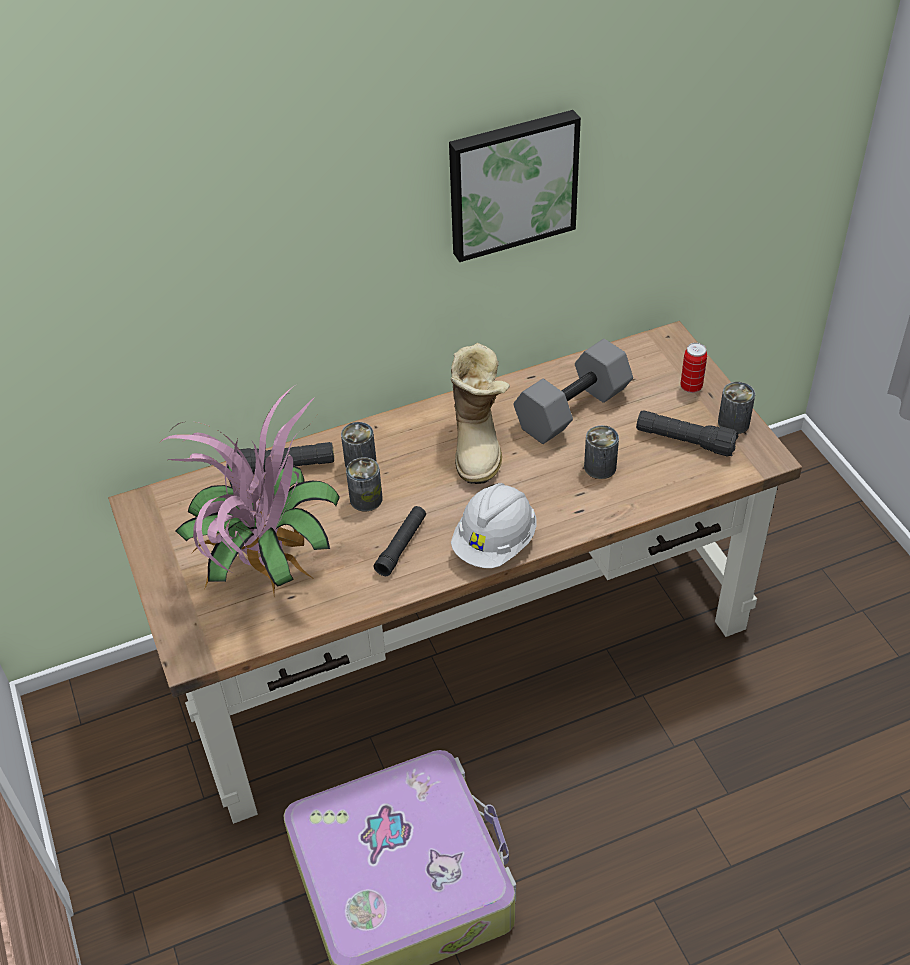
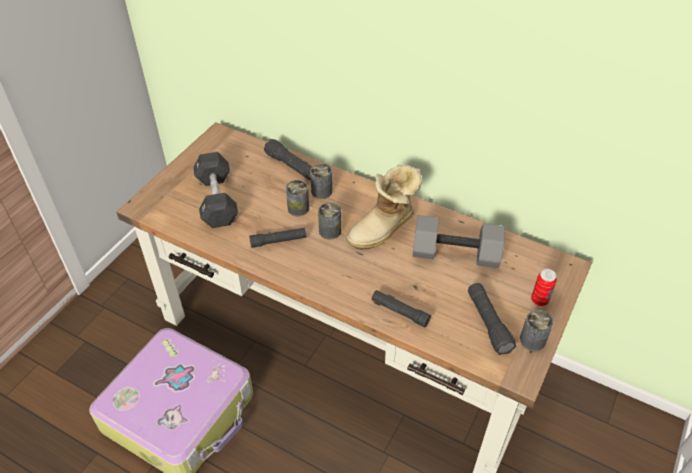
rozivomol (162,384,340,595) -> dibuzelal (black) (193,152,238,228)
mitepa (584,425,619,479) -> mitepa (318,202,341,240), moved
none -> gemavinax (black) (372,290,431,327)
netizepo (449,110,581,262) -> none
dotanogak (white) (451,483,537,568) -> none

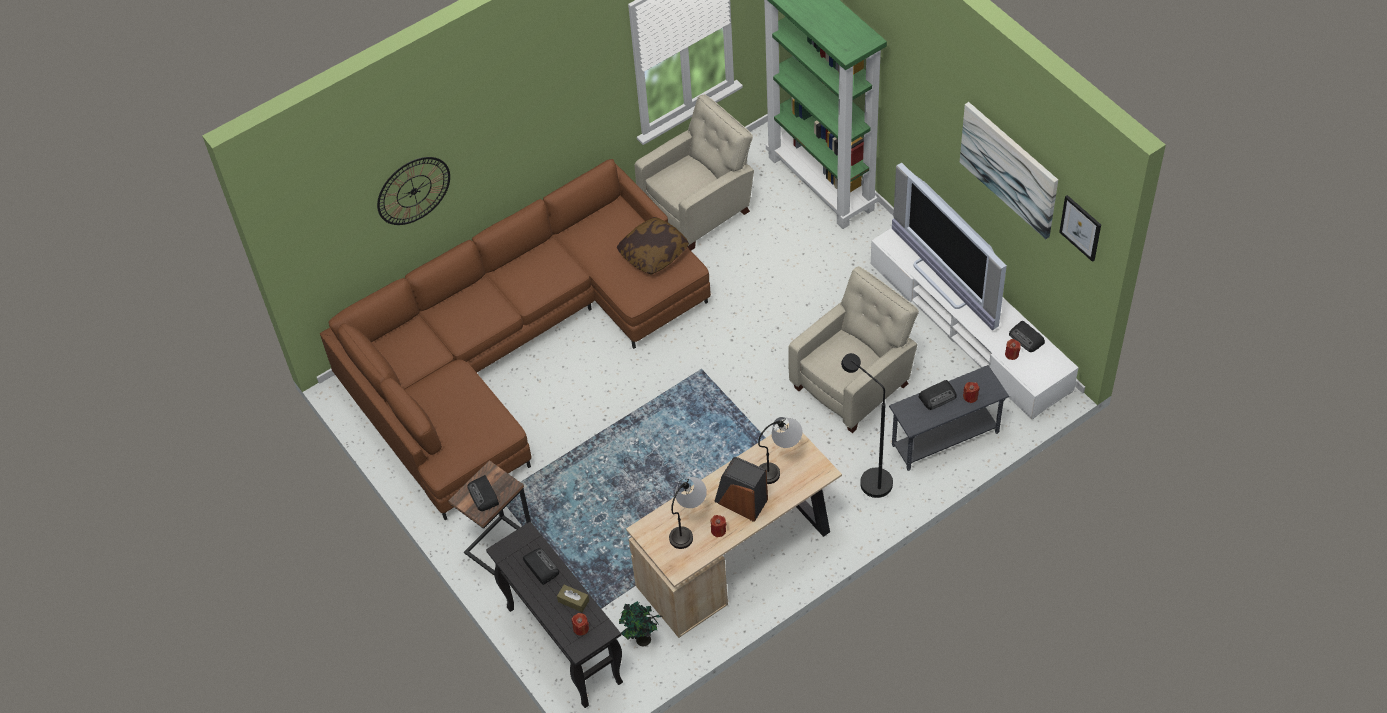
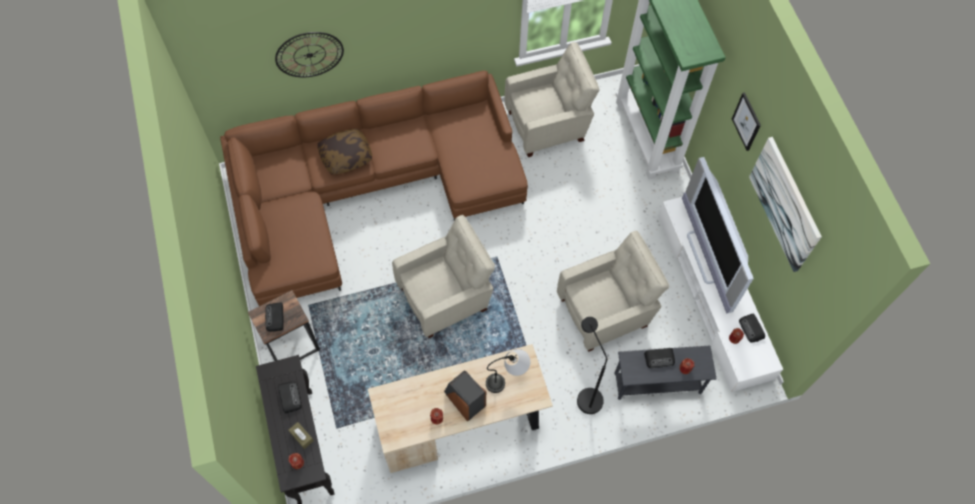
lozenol (617,217,689,275) -> lozenol (318,129,372,174), moved
none -> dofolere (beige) (392,215,495,338)
netizepo (1059,195,1101,262) -> netizepo (732,92,761,151), moved
rozivomol (619,601,662,646) -> none
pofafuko (669,477,707,549) -> none

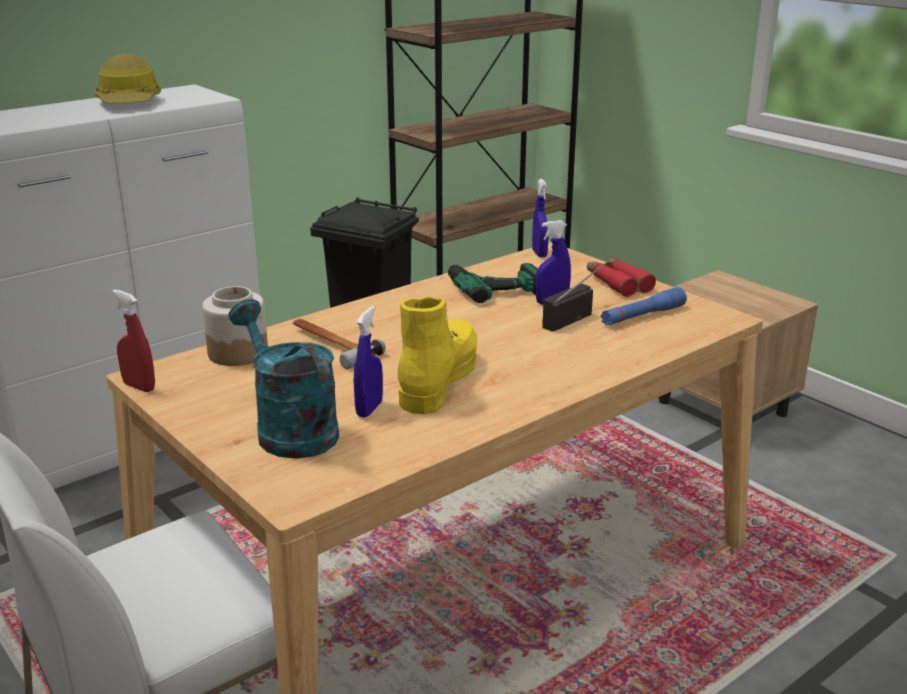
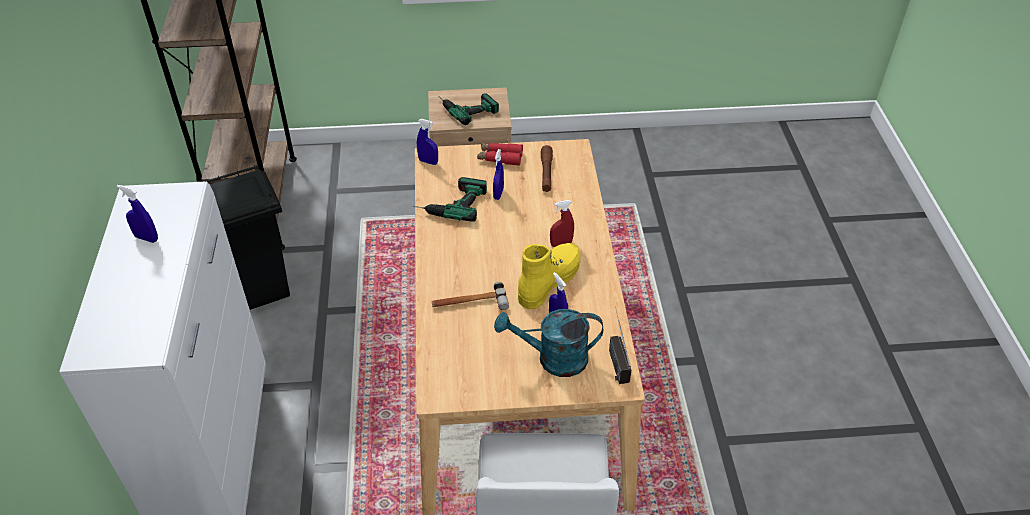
dotanogak (95,53,161,104) -> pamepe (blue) (117,185,158,243)
none -> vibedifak (438,93,499,125)
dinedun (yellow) (398,297,477,414) -> dinedun (yellow) (518,243,581,309), 75 degrees clockwise
gemavinax (blue) (601,287,687,325) -> gemavinax (brown) (541,145,553,192)
pamepe (red) (112,289,155,392) -> pamepe (red) (550,200,574,247), moved
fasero (542,257,614,332) -> fasero (609,307,631,384), moved
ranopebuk (202,286,268,366) -> none

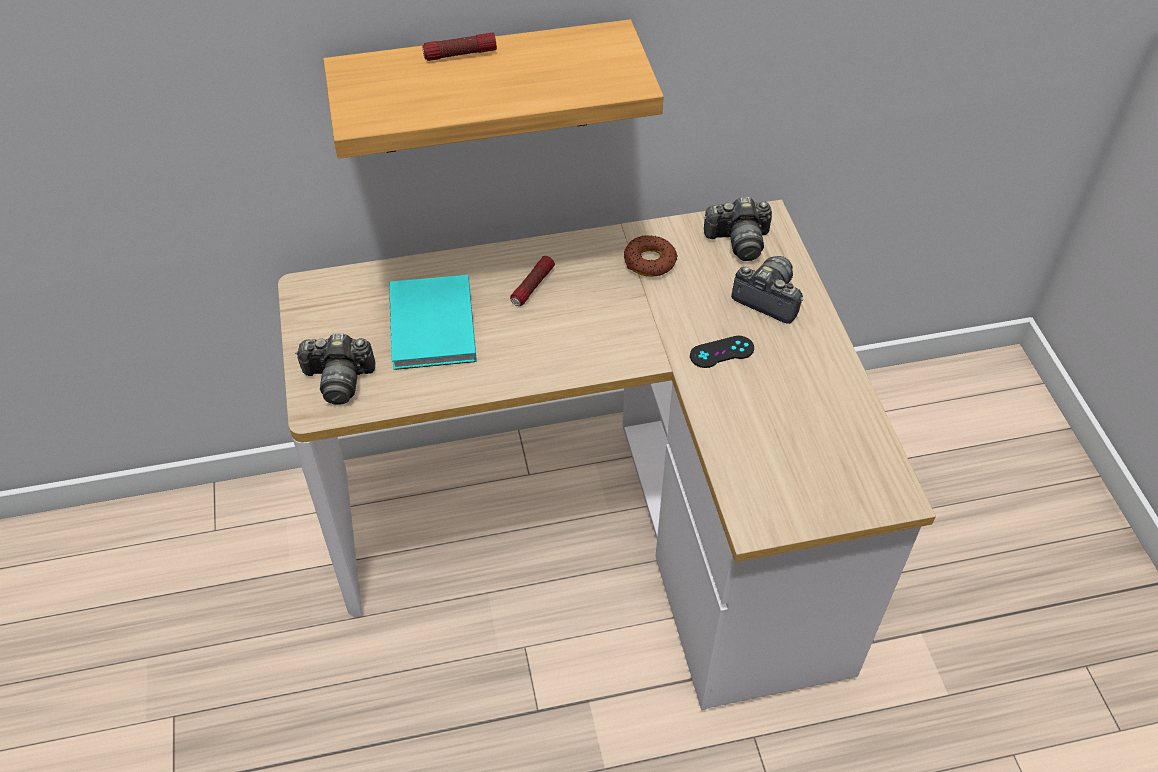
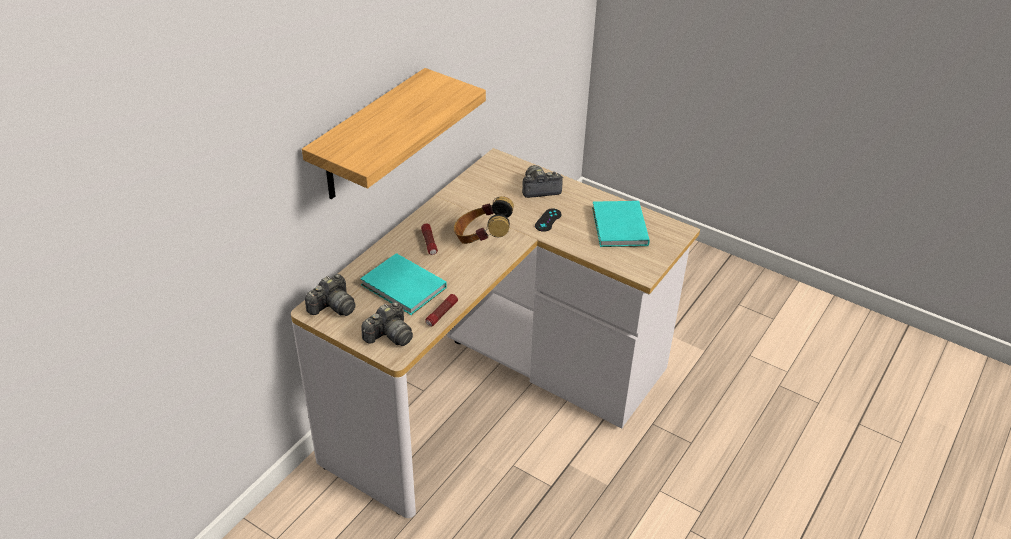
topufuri (704,197,772,261) -> topufuri (305,274,356,316), moved
gemavinax (422,32,497,61) -> gemavinax (425,294,458,326), moved
none -> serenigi (454,196,514,244)
none -> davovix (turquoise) (592,201,650,247)
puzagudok (624,235,677,277) -> none

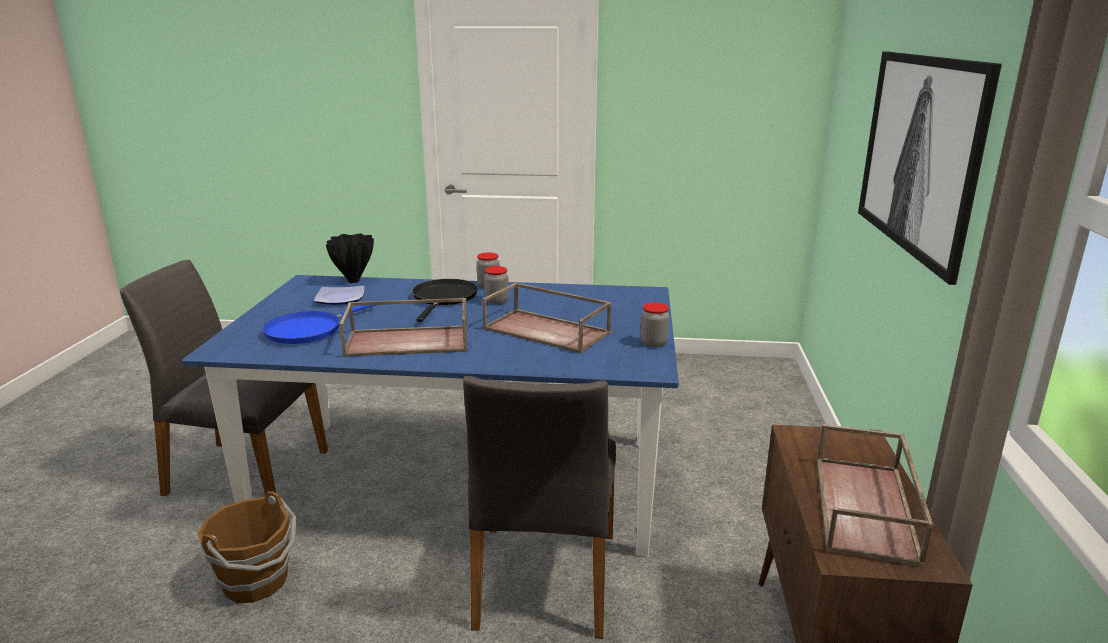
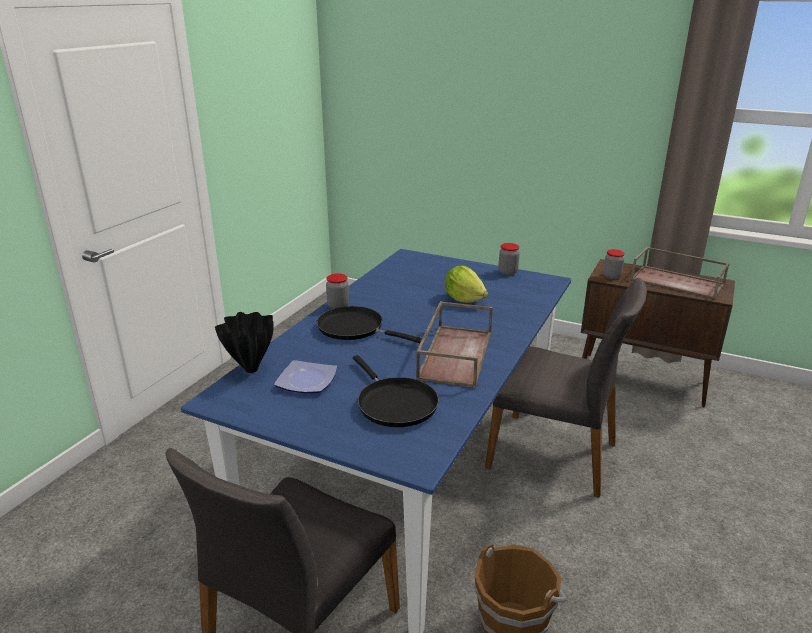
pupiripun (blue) (263,305,376,344) -> pupiripun (black) (353,355,439,427)
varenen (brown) (482,283,612,353) -> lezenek (445,265,488,303)
ranopebuk (484,266,509,305) -> ranopebuk (603,249,625,279), moved
netizepo (858,51,1002,285) -> none

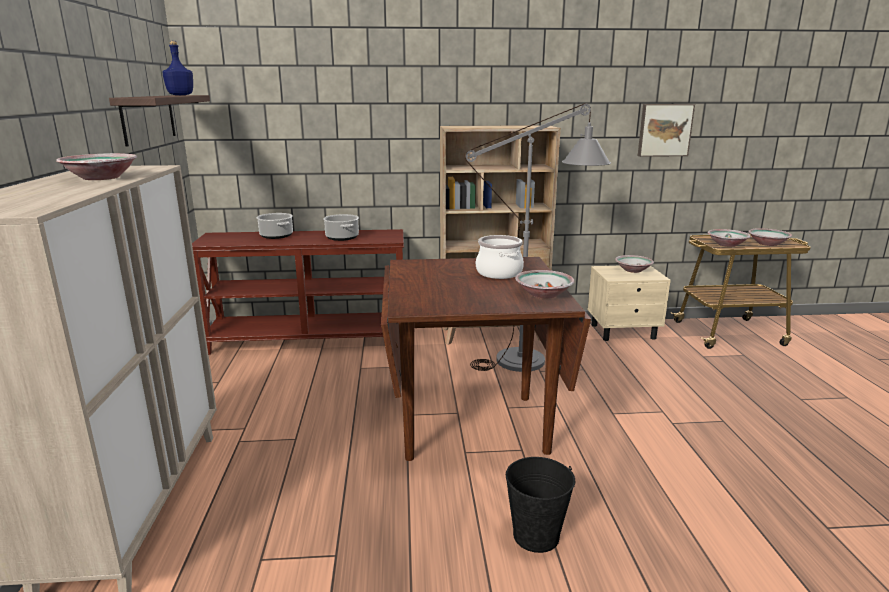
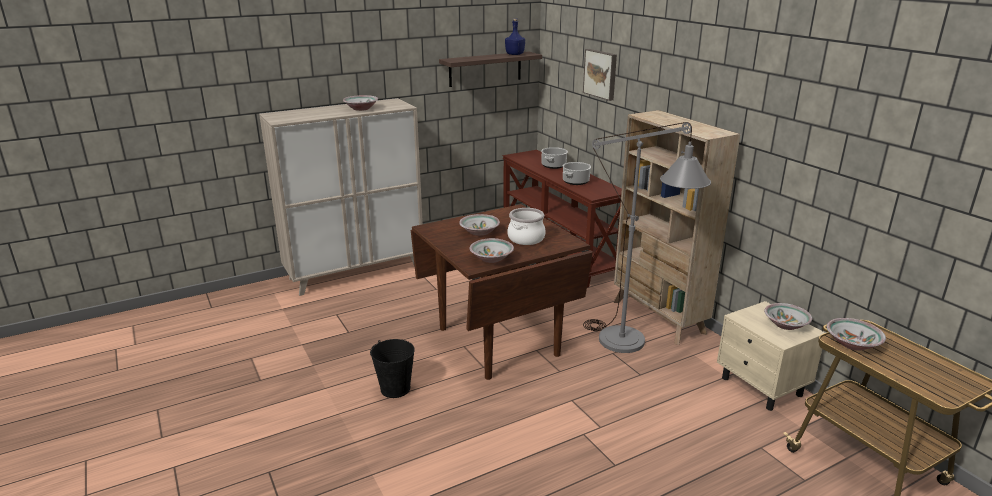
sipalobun (748,228,792,246) -> sipalobun (459,214,500,236), moved
netizepo (638,104,695,157) -> netizepo (583,49,617,101), moved

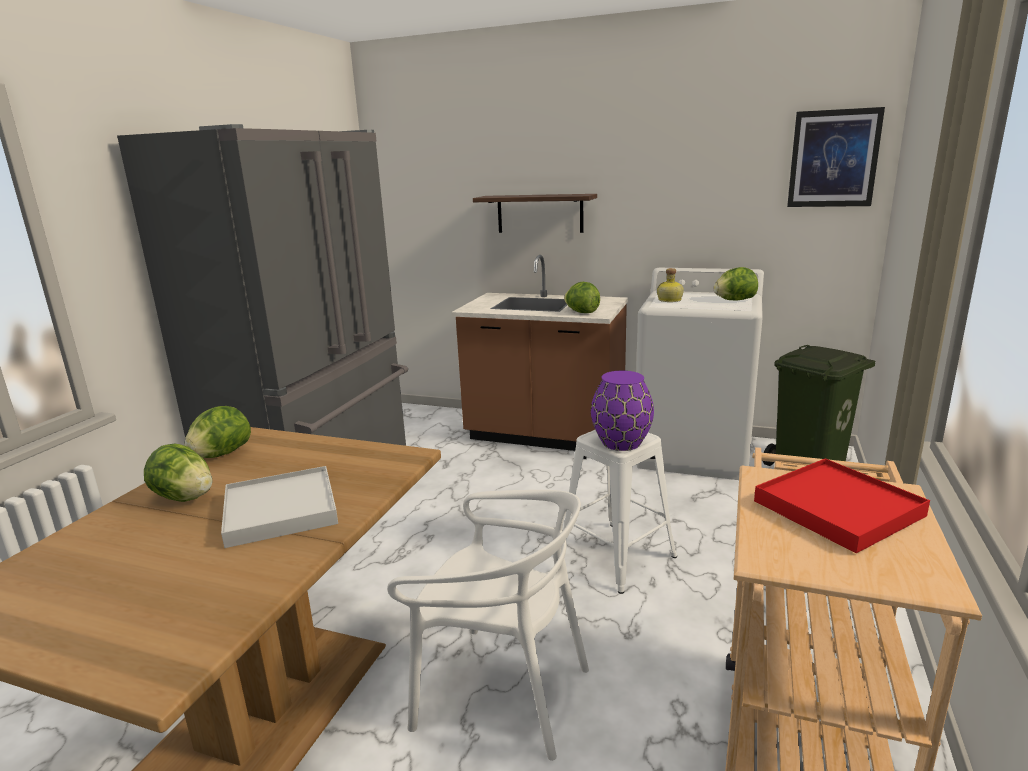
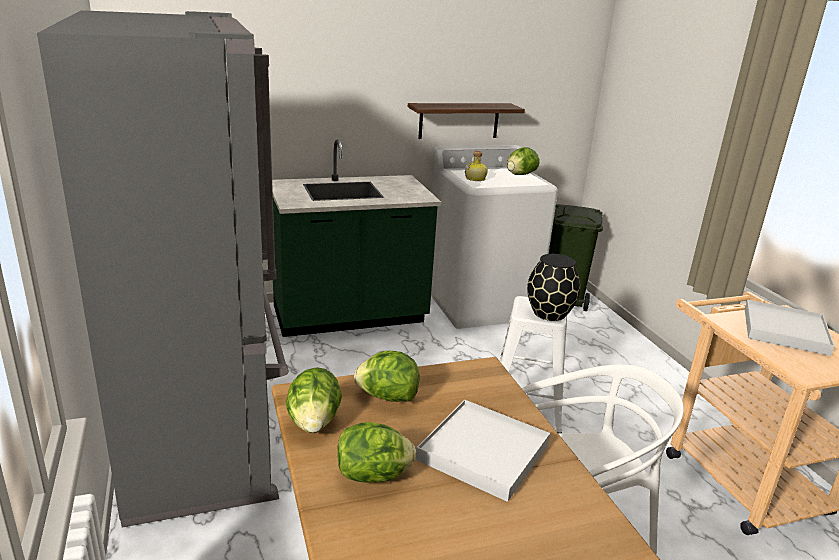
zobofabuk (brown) (451,255,628,451) -> zobofabuk (green) (272,139,441,337)
lezenek (564,282,600,313) -> lezenek (354,351,420,402), moved
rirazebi (473,194,597,233) -> rirazebi (408,103,525,139), moved
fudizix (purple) (591,371,654,451) -> fudizix (black) (527,254,580,321)
varenen (red) (754,458,930,553) -> varenen (white) (745,299,835,356)
netizepo (787,107,885,207) -> none

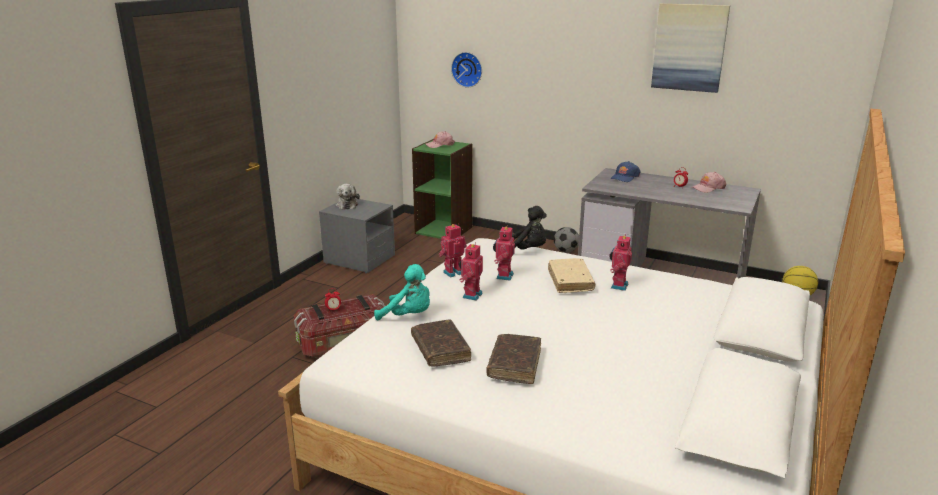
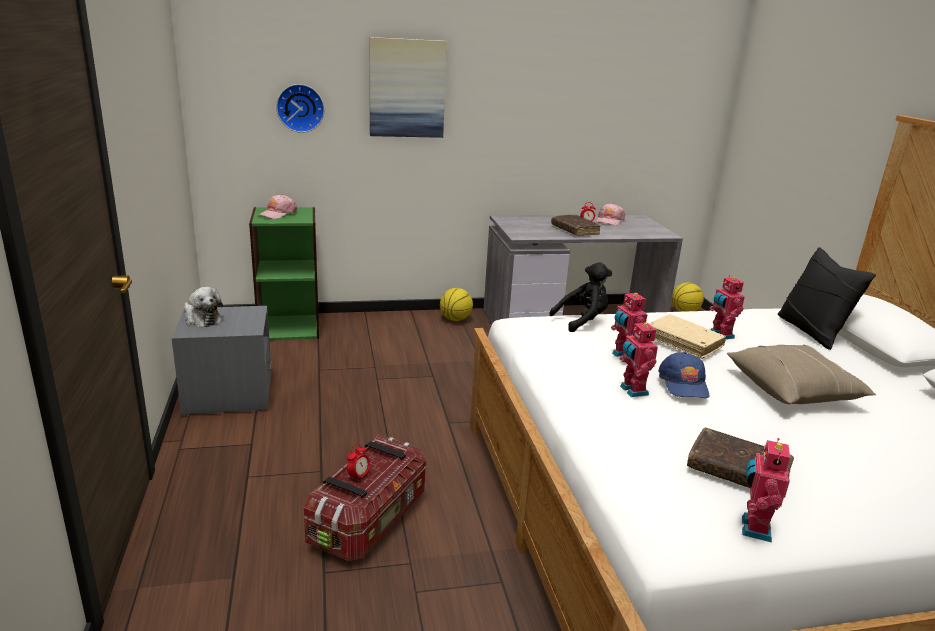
netizepo (651,3,730,93) -> netizepo (370,37,447,138), moved
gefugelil (554,227,579,253) -> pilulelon (440,288,473,321)
davovix (brown) (487,334,541,384) -> davovix (brown) (551,214,600,236), moved
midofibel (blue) (611,161,640,182) -> midofibel (blue) (658,352,710,398), moved
none -> lozenol (beige) (727,345,876,404)
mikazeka (439,224,467,278) -> mikazeka (742,438,790,543), moved
none -> lozenol (black) (778,247,876,350)
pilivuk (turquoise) (374,264,430,320) -> none

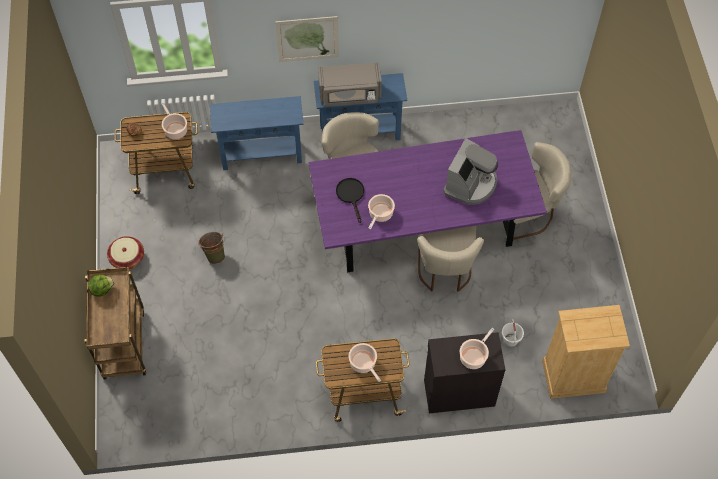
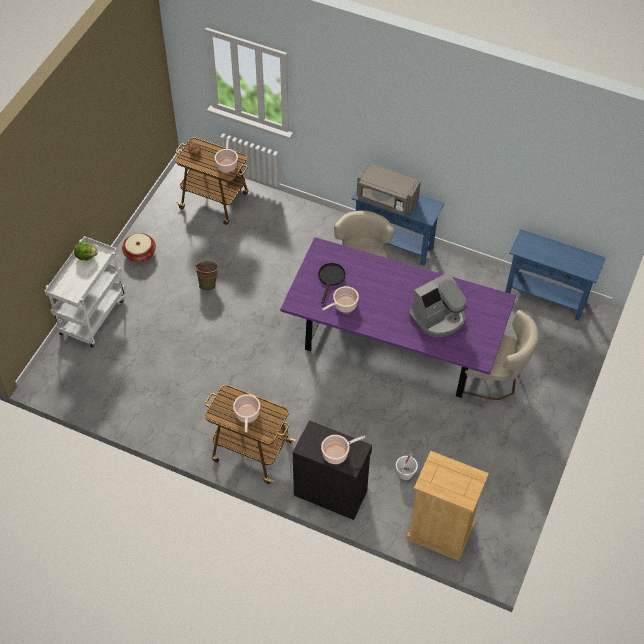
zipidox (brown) (85,267,146,380) -> zipidox (white) (44,236,125,348)
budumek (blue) (210,96,304,170) -> budumek (blue) (505,229,606,321), moved
netizepo (275,16,339,62) -> none
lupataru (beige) (417,225,484,292) -> none

